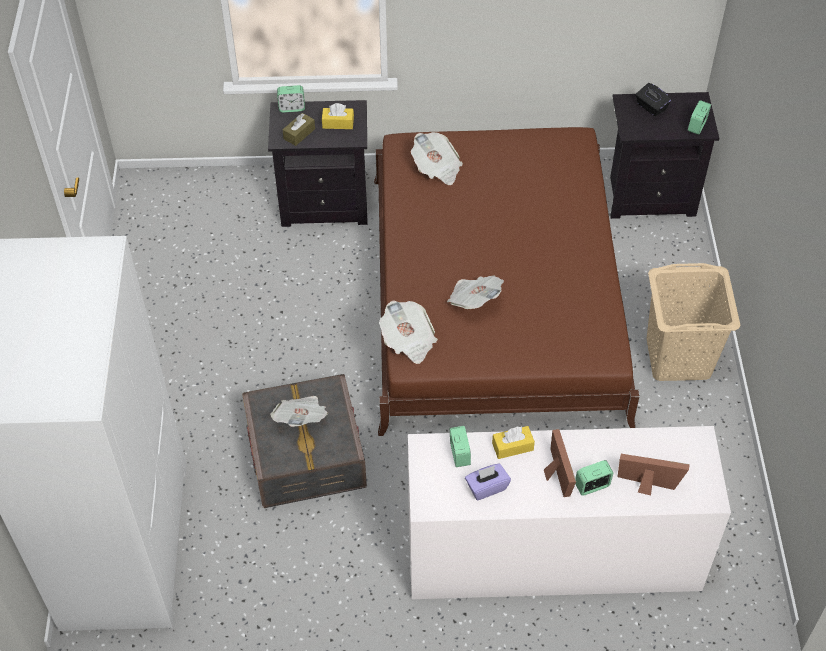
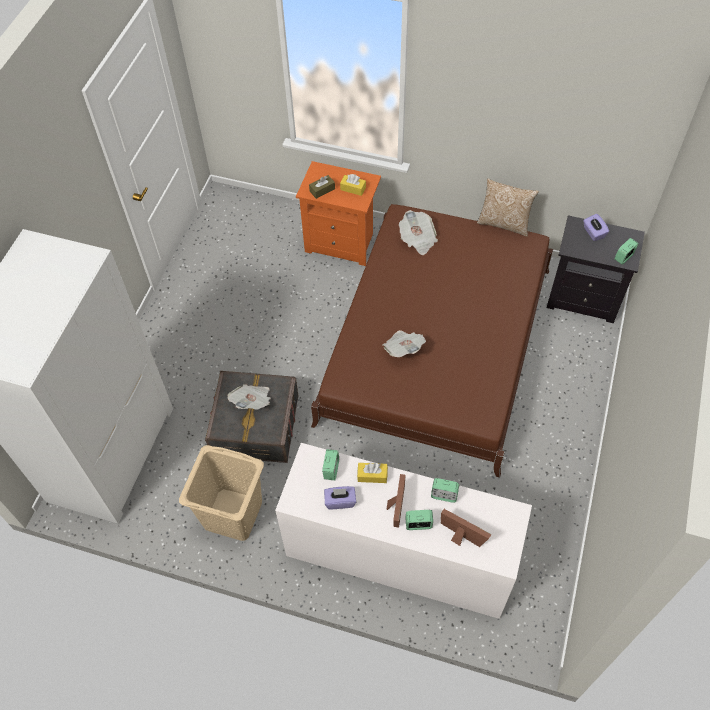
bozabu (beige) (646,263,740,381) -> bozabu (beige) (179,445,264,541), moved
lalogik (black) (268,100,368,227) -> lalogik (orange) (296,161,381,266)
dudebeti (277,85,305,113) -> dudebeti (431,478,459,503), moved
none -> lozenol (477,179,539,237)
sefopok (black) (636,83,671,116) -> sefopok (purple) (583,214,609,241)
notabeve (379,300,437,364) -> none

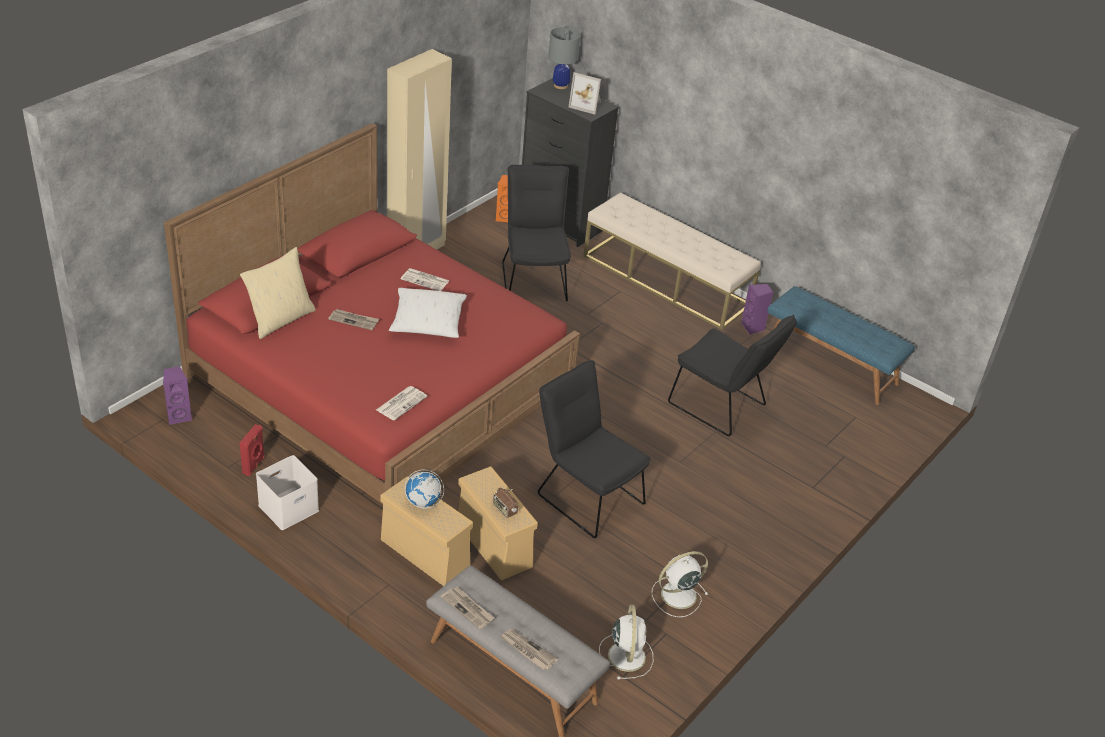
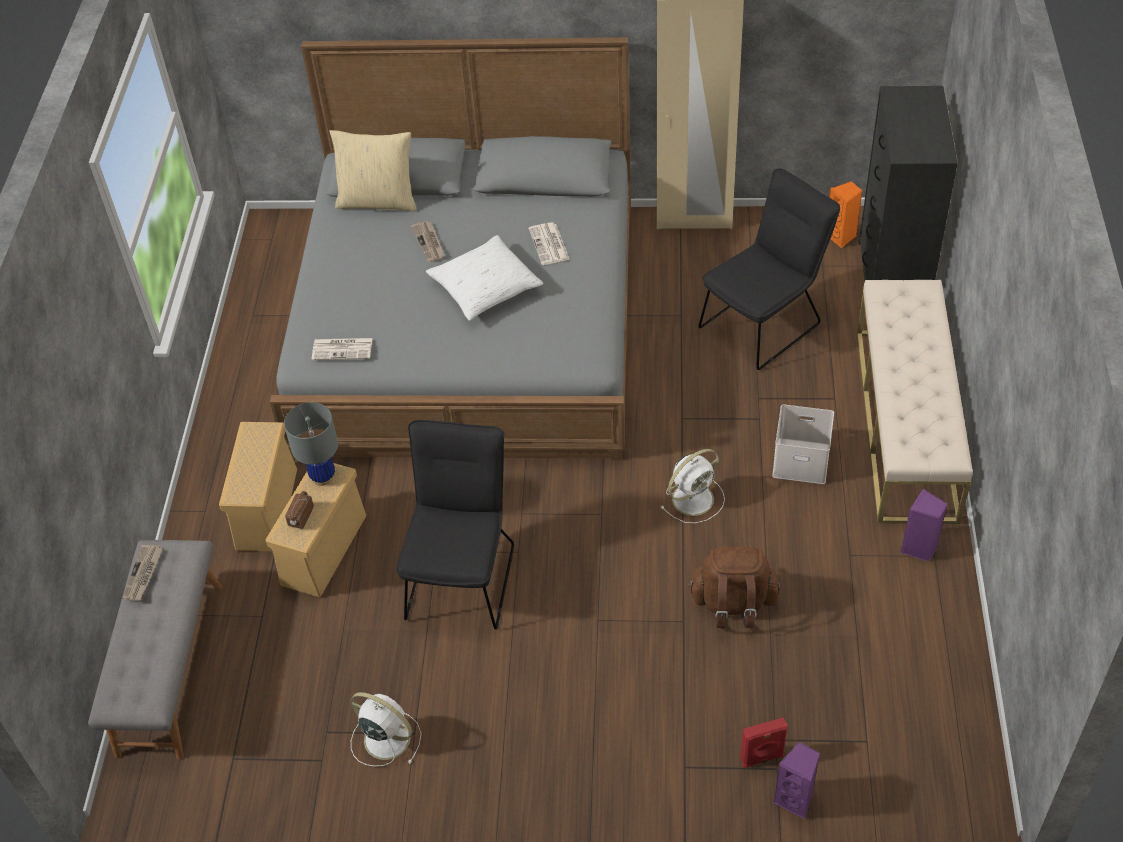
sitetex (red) (164,123,580,504) -> sitetex (grey) (270,37,631,460)
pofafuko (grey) (549,27,581,89) -> pofafuko (grey) (284,402,338,486), moved
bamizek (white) (599,604,654,679) -> bamizek (white) (661,449,725,523), moved
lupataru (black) (668,315,796,436) -> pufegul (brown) (688,546,780,628)
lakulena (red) (240,424,265,476) -> lakulena (red) (740,717,788,768), moved
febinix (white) (256,455,319,530) -> febinix (white) (772,404,834,484), moved
lakulena (purple) (163,366,192,425) -> lakulena (purple) (774,742,820,819), moved
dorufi (405,470,444,509) -> none
notabeve (500,629,558,670) -> none
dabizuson (569,72,601,114) -> none
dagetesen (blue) (767,286,915,405) -> none

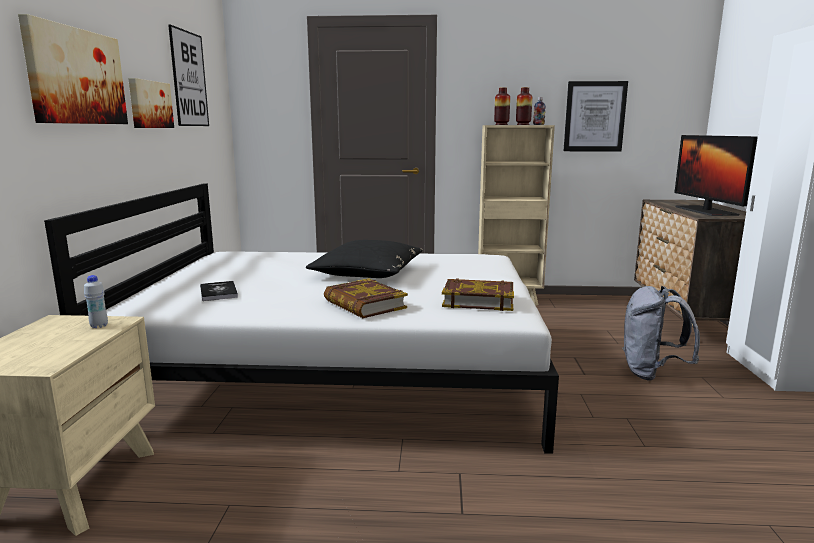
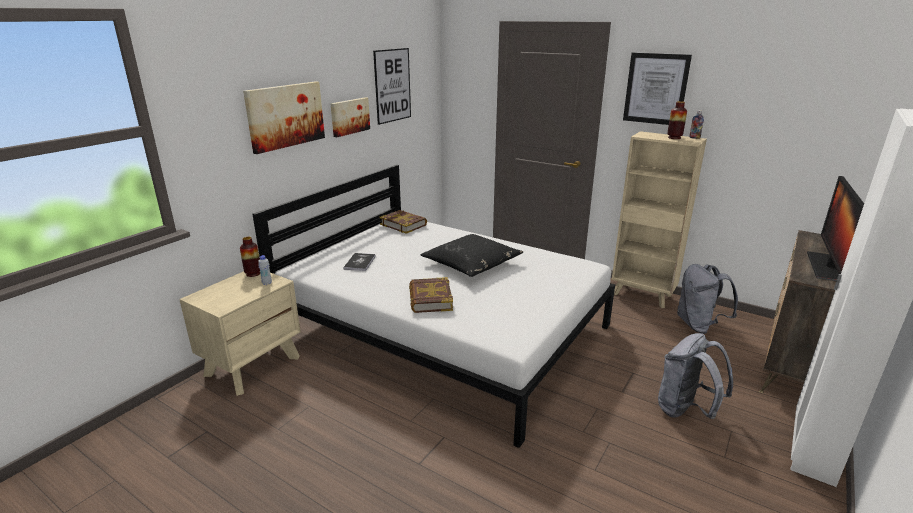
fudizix (494,87,510,125) -> fudizix (240,237,260,277), moved
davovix (442,278,514,311) -> davovix (379,210,427,234), moved
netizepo (564,81,628,151) -> netizepo (623,53,692,125), moved
none -> pufegul (grey) (677,264,738,334)

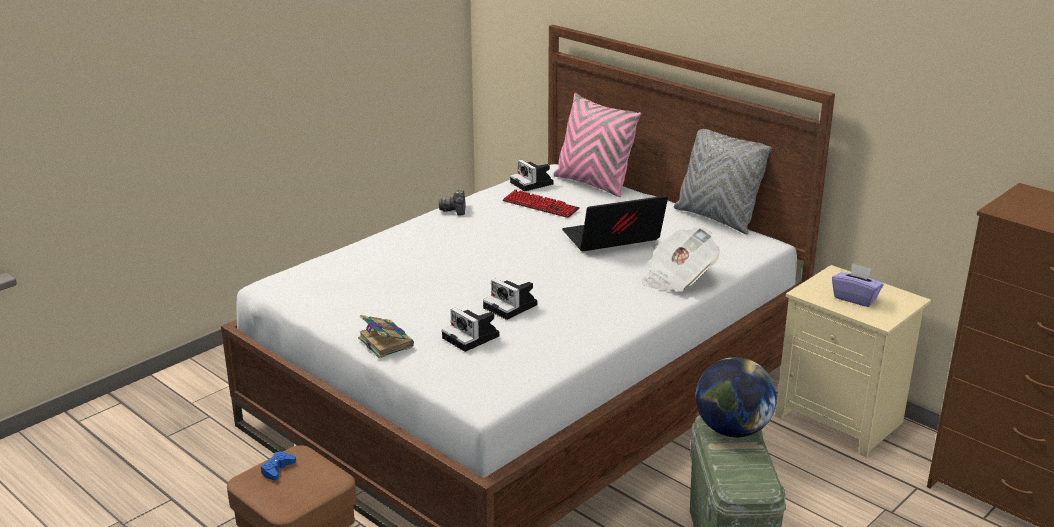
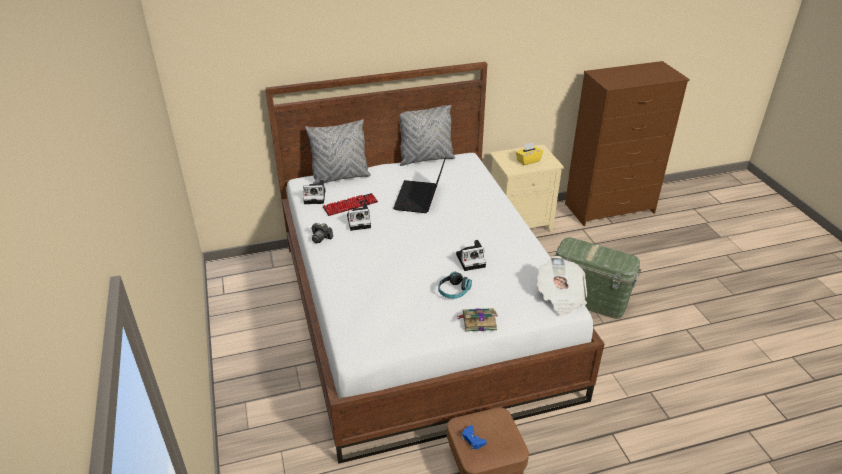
lozenol (pink) (553,93,642,197) -> lozenol (grey) (305,119,371,184)
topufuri (442,307,499,352) -> topufuri (347,203,371,231), moved
none -> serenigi (438,272,472,299)
sefopok (purple) (832,263,884,307) -> sefopok (yellow) (515,143,543,165)
notabeve (642,228,720,292) -> notabeve (537,256,587,316), moved
dorufi (696,357,777,437) -> none

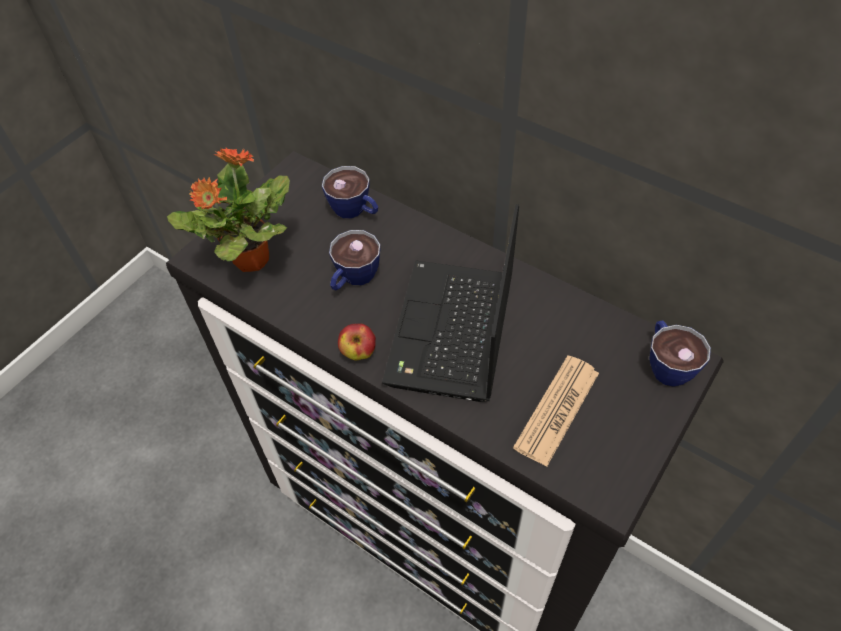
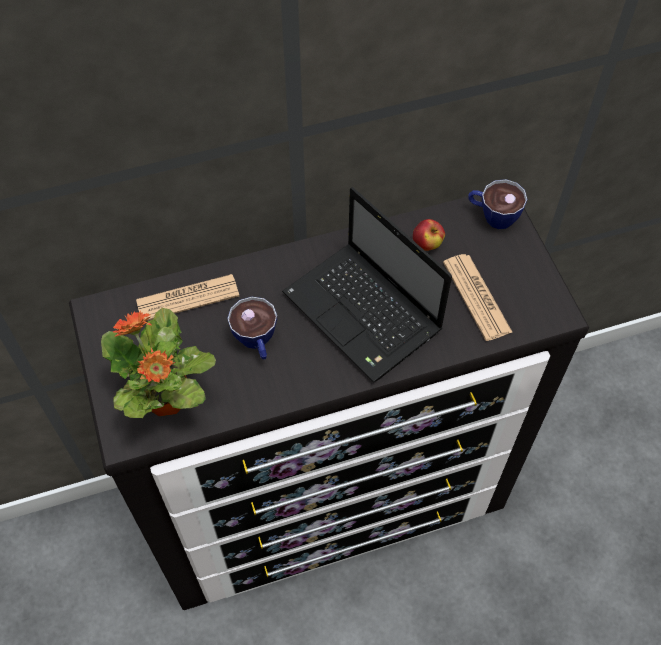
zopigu (322,166,378,219) -> notabeve (136,274,239,321)
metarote (338,323,376,361) -> metarote (413,219,445,251), moved

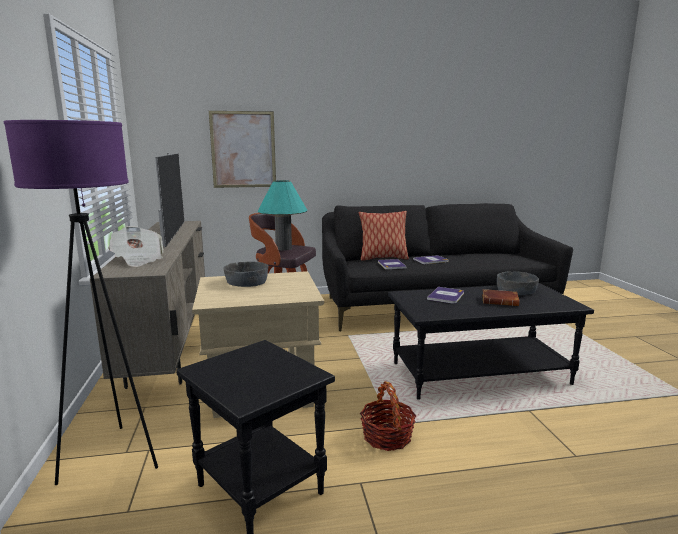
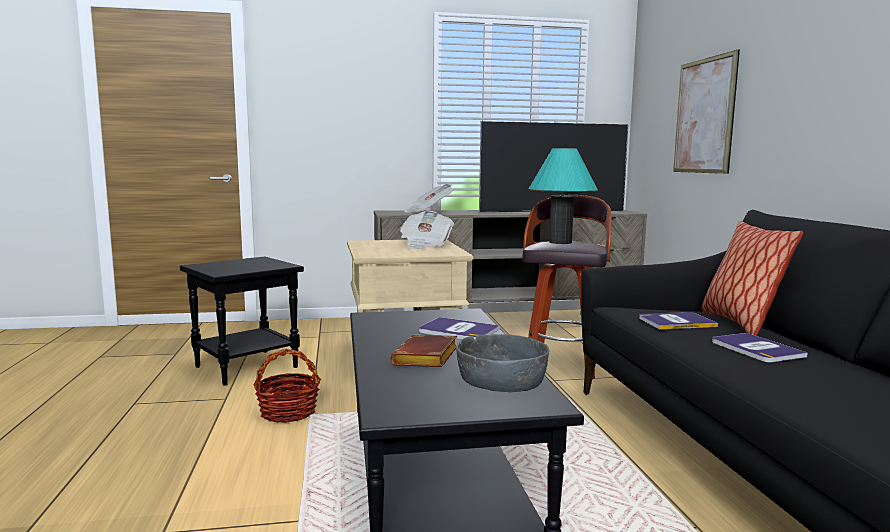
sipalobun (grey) (223,262,268,287) -> notabeve (400,211,454,249)
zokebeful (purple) (4,120,158,485) -> none

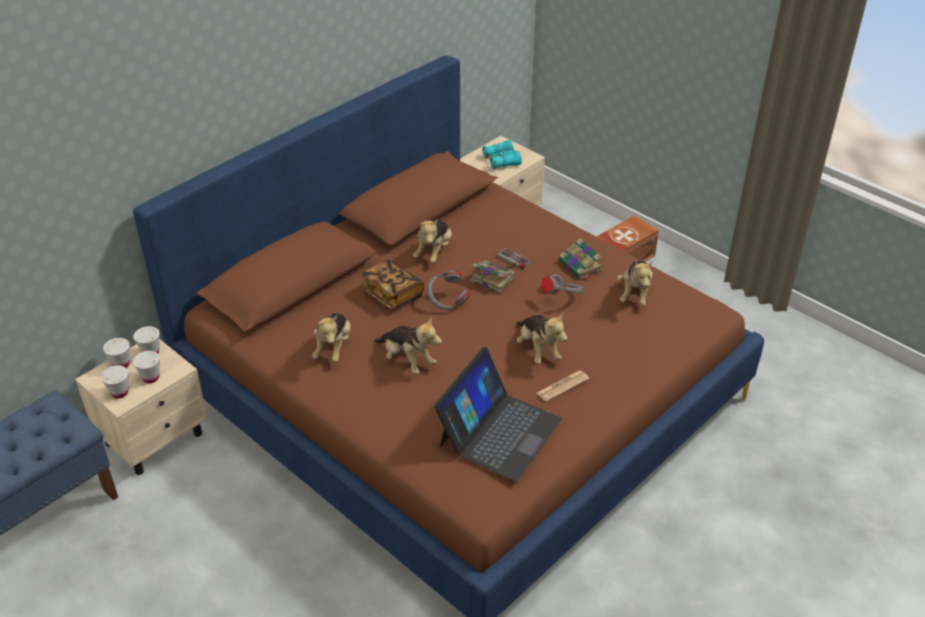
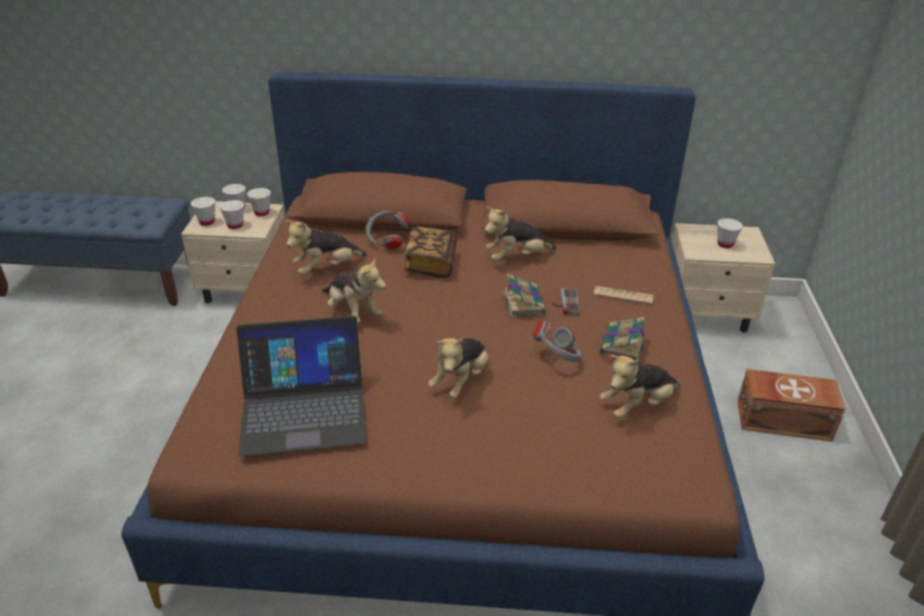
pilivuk (374,317,442,374) -> pilivuk (322,257,386,323), 45 degrees counterclockwise
serenigi (grey) (427,271,470,310) -> serenigi (grey) (366,211,410,249), moved
notabeve (537,370,589,402) -> notabeve (594,286,654,304), moved
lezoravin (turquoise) (482,140,522,169) -> zopigu (white) (717,218,743,248)

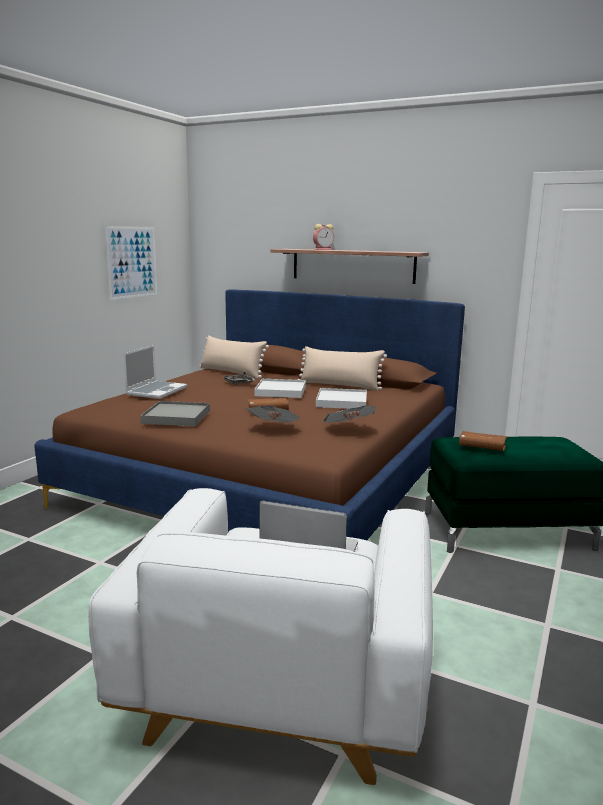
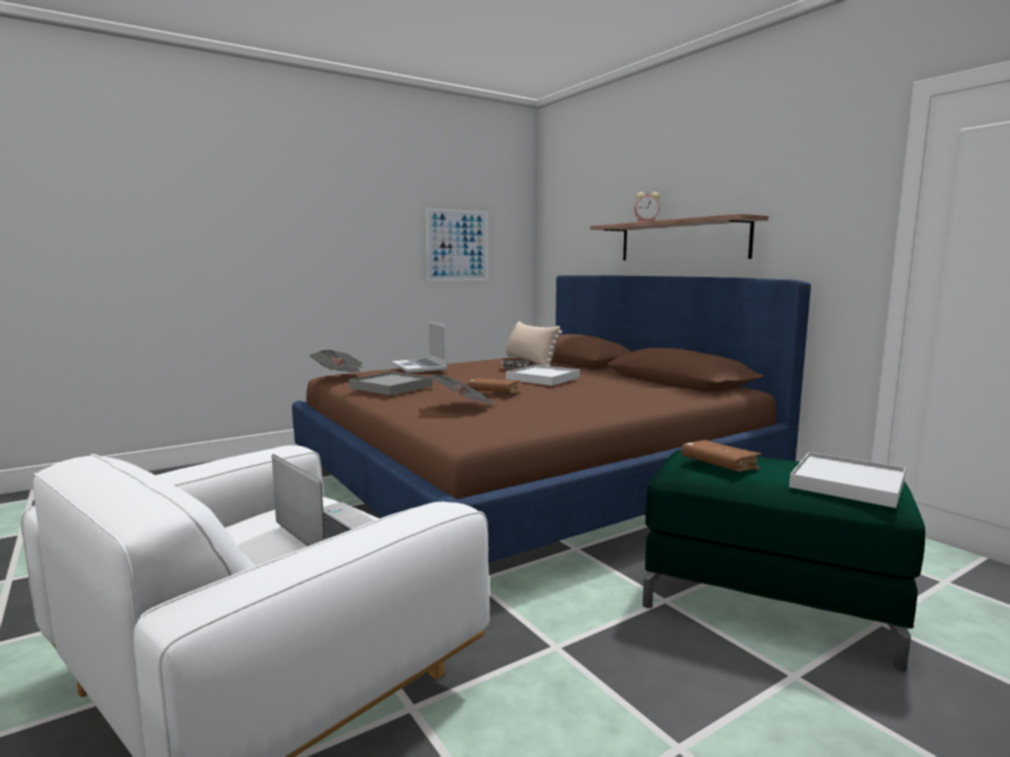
notabeve (323,405,377,423) -> notabeve (310,350,362,372), moved
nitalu (123,345,187,399) -> nitalu (392,321,448,373), 105 degrees clockwise
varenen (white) (316,388,367,409) -> varenen (white) (789,452,906,508), moved
lozenol (beige) (298,346,387,390) -> none

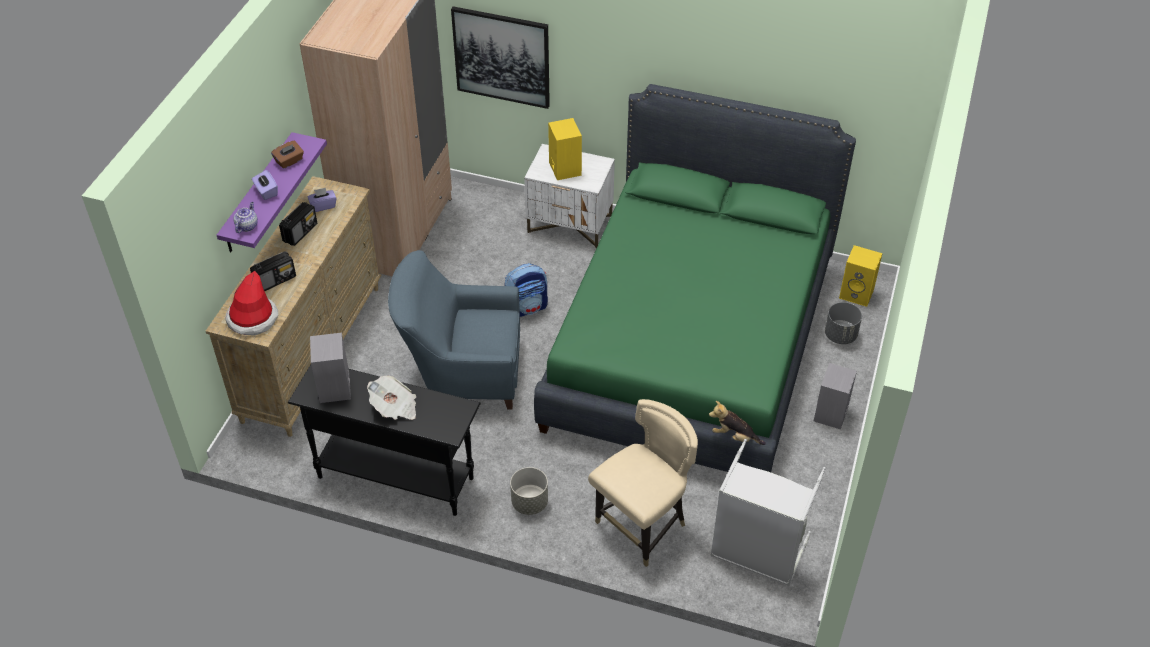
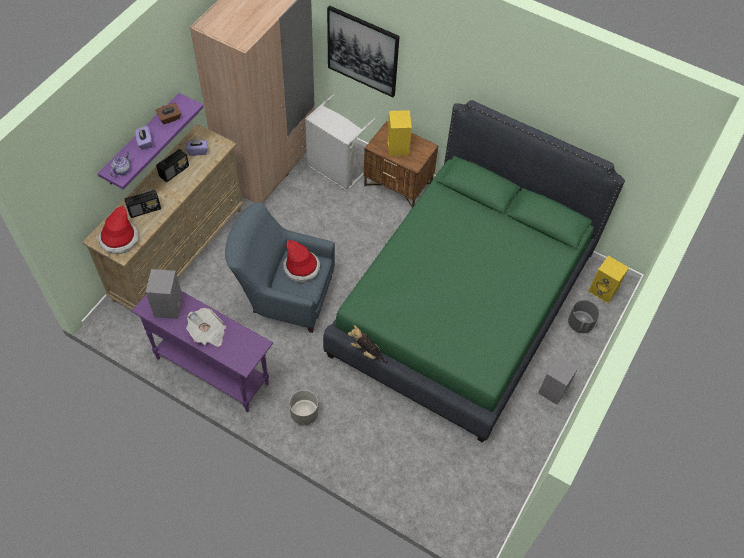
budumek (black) (288,365,481,516) -> budumek (purple) (131,291,273,412)
none -> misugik (283,240,321,282)
bozabu (grey) (710,439,826,586) -> bozabu (grey) (305,94,375,191), moved
pilivuk (709,401,766,445) -> pilivuk (348,325,388,363), moved
lalogik (white) (524,144,615,249) -> lalogik (brown) (364,121,439,208)
pufegul (504,263,548,317) -> none
lupataru (beige) (588,399,698,567) -> none

